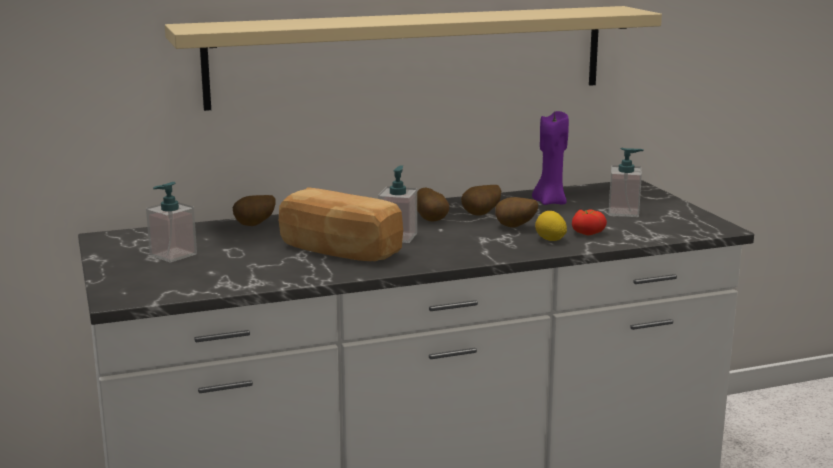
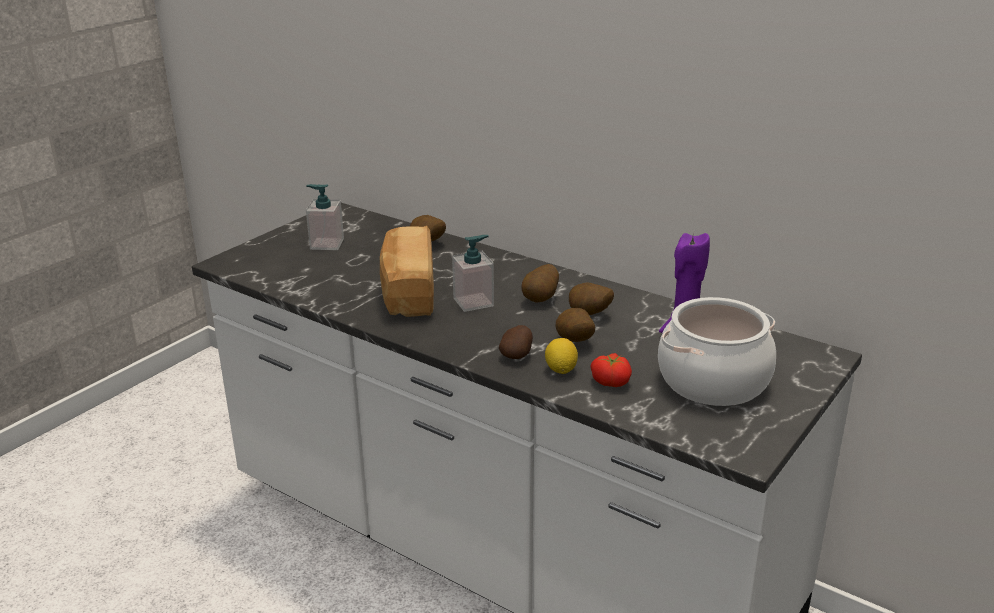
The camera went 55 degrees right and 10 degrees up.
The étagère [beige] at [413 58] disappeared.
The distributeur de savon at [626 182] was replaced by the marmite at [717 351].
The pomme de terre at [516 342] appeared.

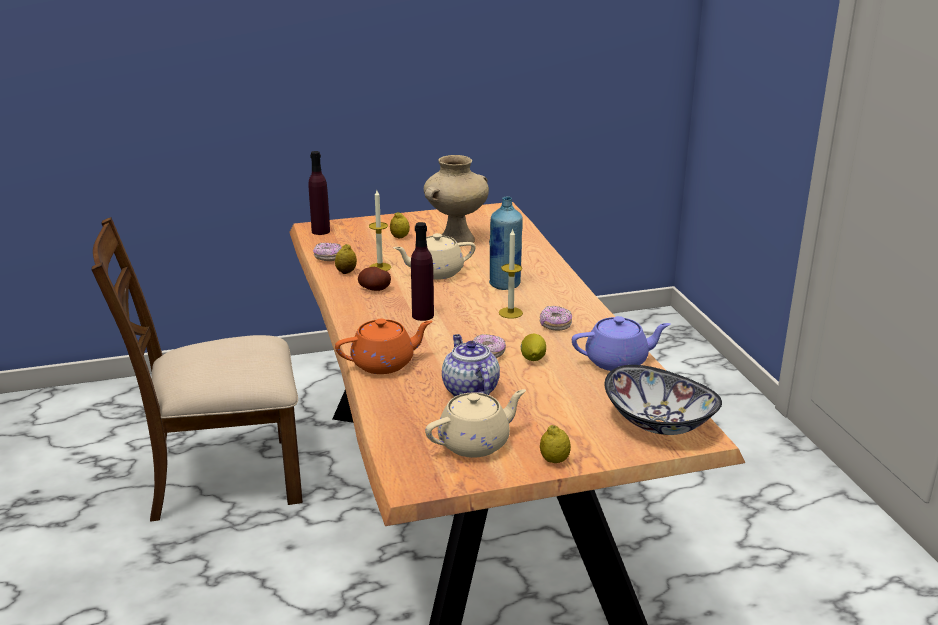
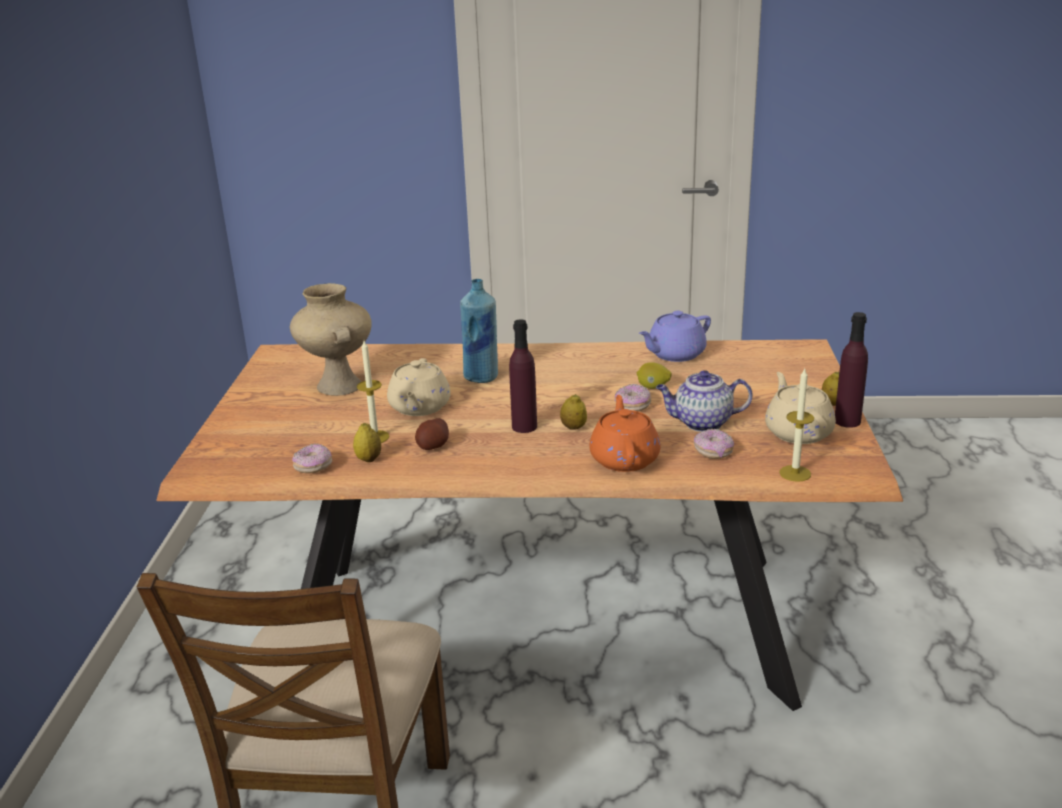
The camera went 70 degrees left and 0 degrees up.
The bouteille [violet] moved from [319 193] to [851 370].
The citron moved from [400 225] to [573 412].
The bougie moved from [511 273] to [796 425].
The beignet moved from [556 318] to [714 444].
The théière [violet] at [621 343] turned 135 degrees counterclockwise.
The bol at [663 400] disappeared.

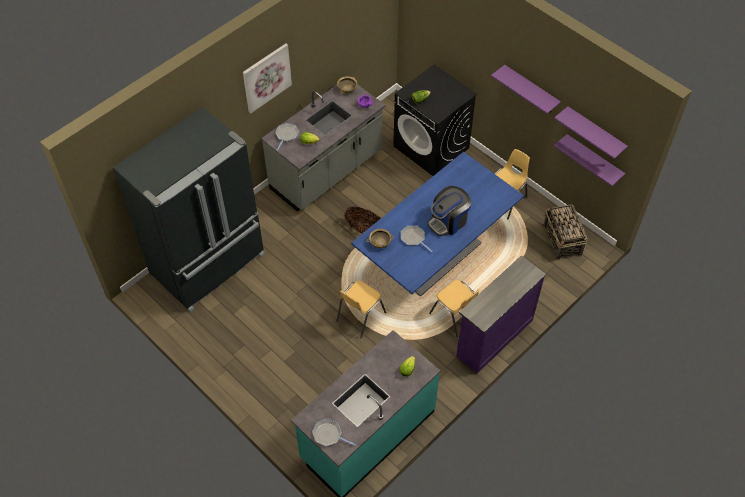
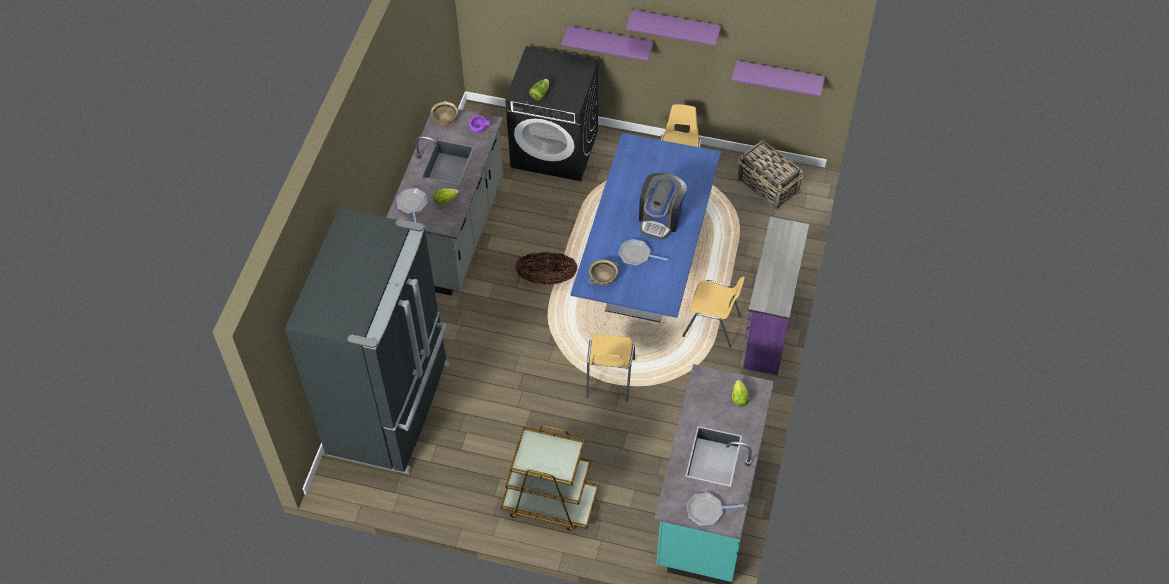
The camera went 30 degrees left and 0 degrees up.
The tableau at [267 78] disappeared.
The étagère [violet] moved from [591 132] to [607 43].
The chariot [marron] at [549 478] appeared.

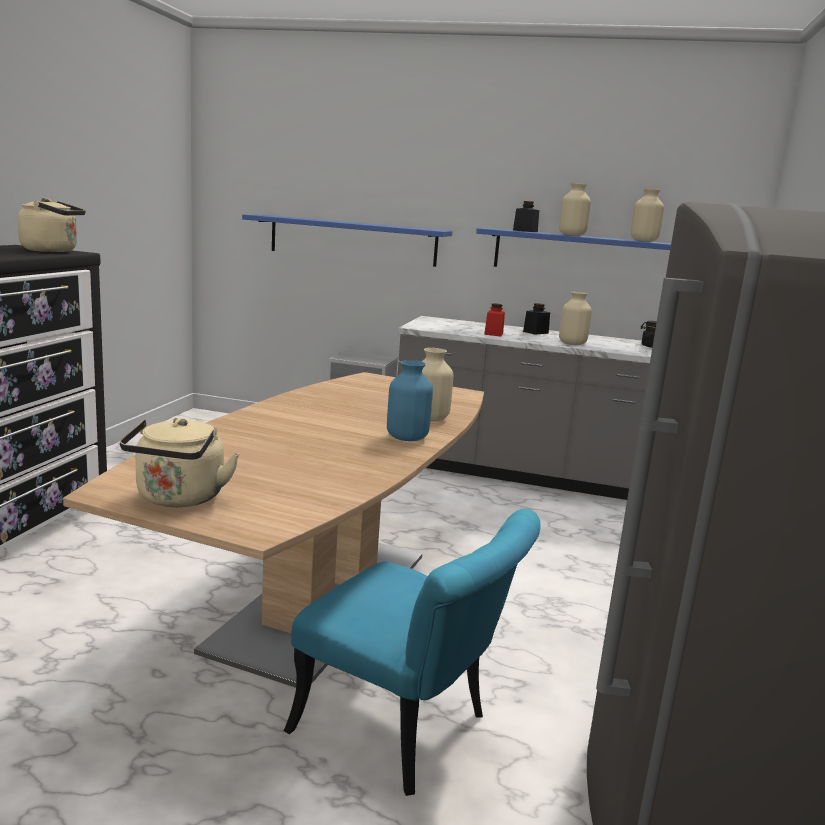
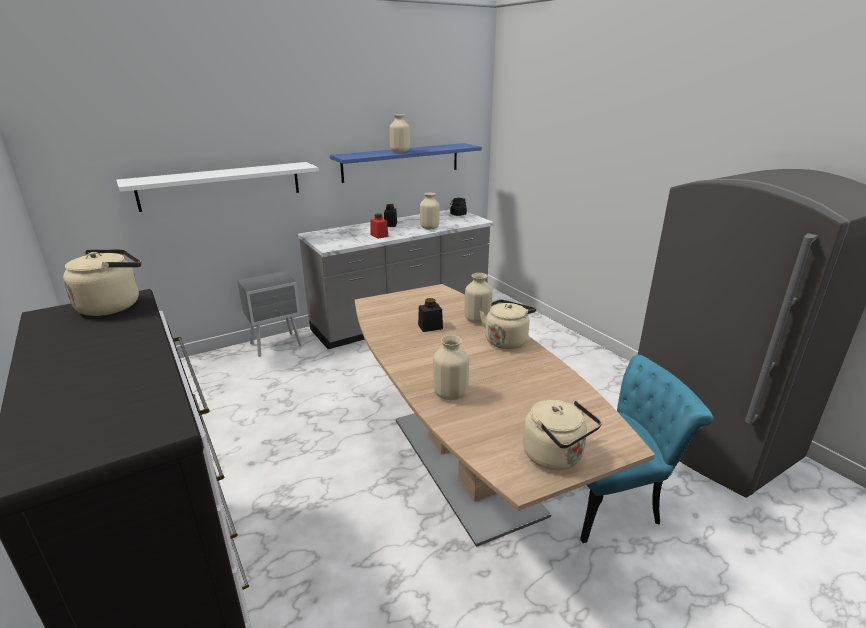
The camera went 45 degrees left and 10 degrees up.
The étagère [bleu] at [347 240] became the étagère [blanc] at [217 187].
The vase [bleu] at [410 400] was replaced by the bouilloire [beige] at [508 324].
The bocal [noir] moved from [526 216] to [430 315].
The vase [beige] moved from [647 215] to [451 367].

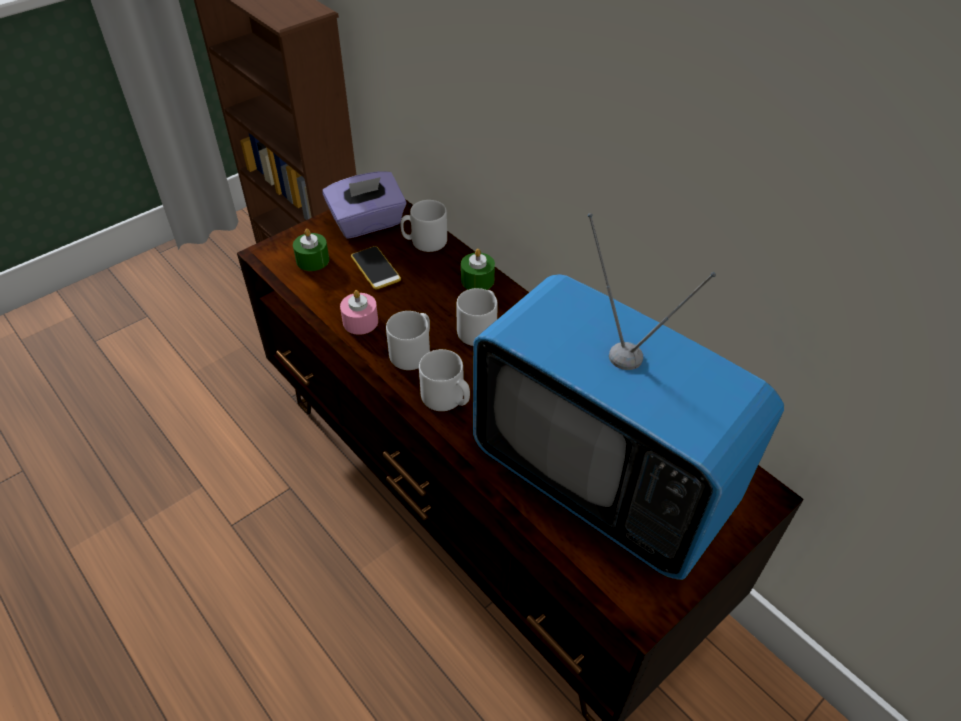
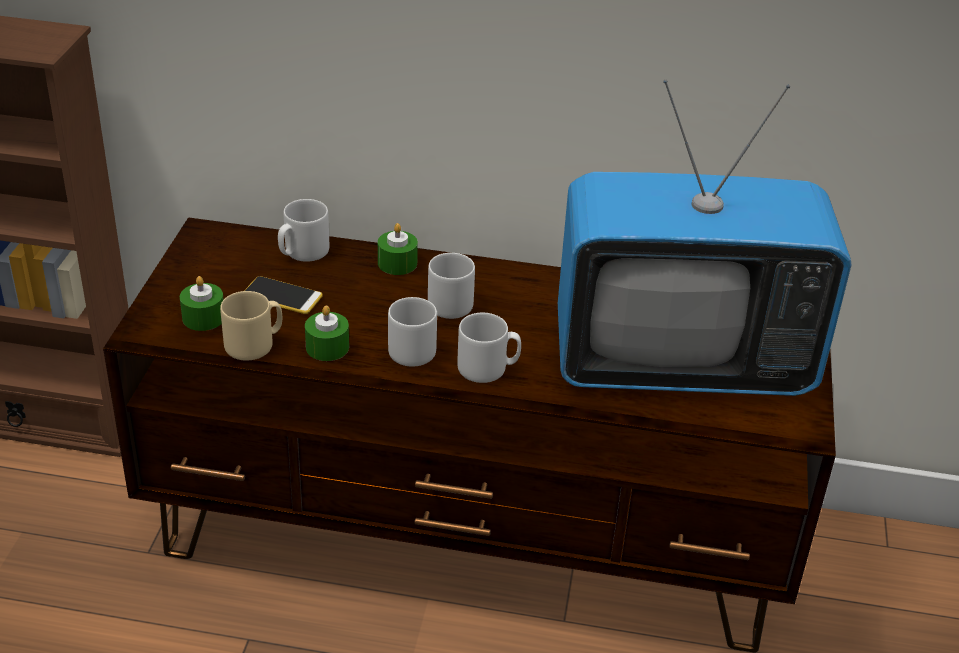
The camera went 40 degrees left and 10 degrees down.
The boîte à mouchoirs [violet] at [364 205] disappeared.
The bougie [rose] at [359 312] became the bougie [vert] at [327 333].
The mug [beige] at [251 326] appeared.

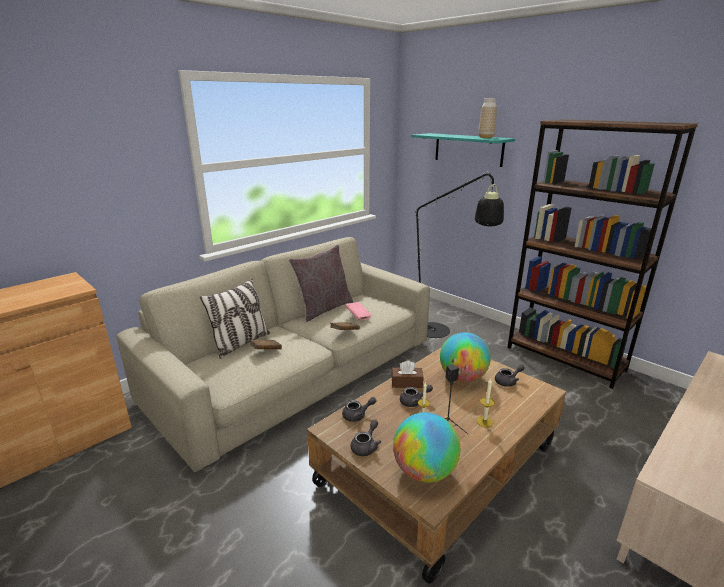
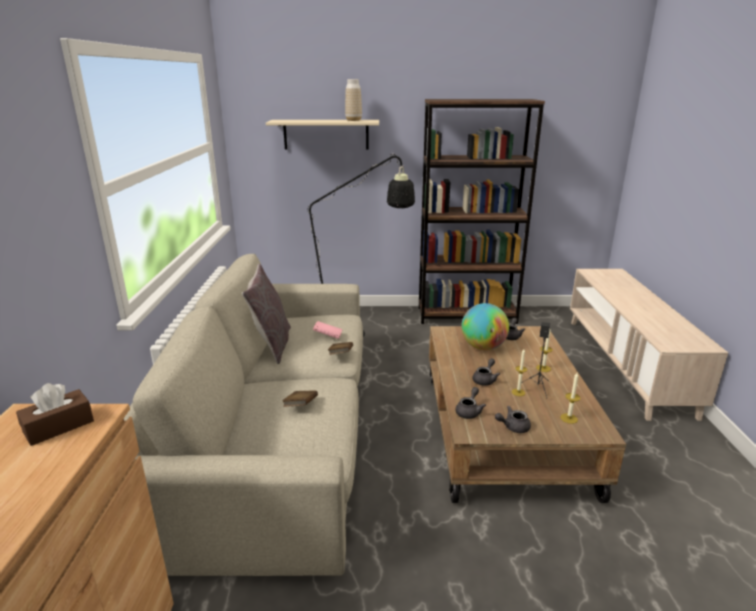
The camera went 45 degrees left and 0 degrees up.
The coussin at [235 319] disappeared.
The théière [gris] at [366 438] turned 90 degrees counterclockwise.
The boîte à mouchoirs [marron] moved from [407 374] to [55 414].
The globe at [426 447] was replaced by the bougie at [570 398].
The étagère [turquoise] at [463 150] became the étagère [beige] at [322 135].

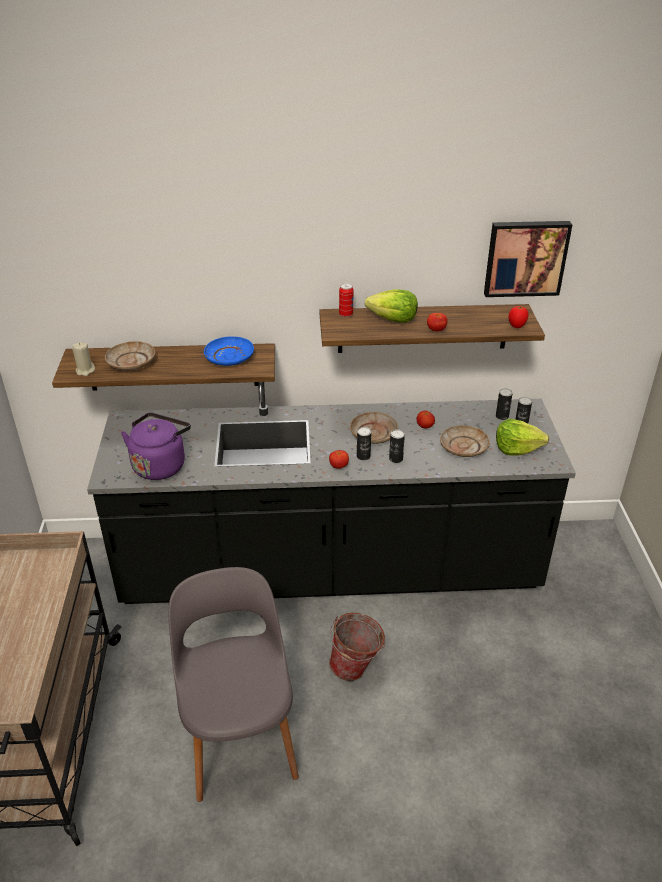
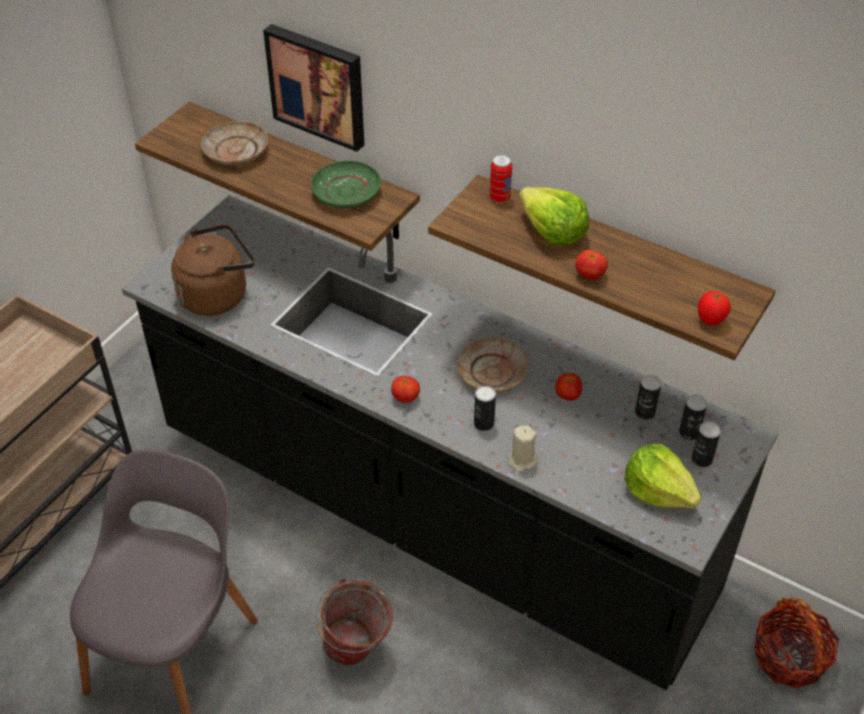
The camera went 35 degrees right and 10 degrees up.
The bougie [beige] moved from [83 359] to [523 449].
The bouilloire [violet] at [156 446] became the bouilloire [marron] at [213 270].
The assiette [bleu] at [229 351] became the assiette [vert] at [346 184].
The boîte métallique moved from [364 443] to [648 397].
The assiette [beige] at [465 441] disappeared.
The tableau moved from [528 259] to [313 88].
The panier at [797 643] appeared.

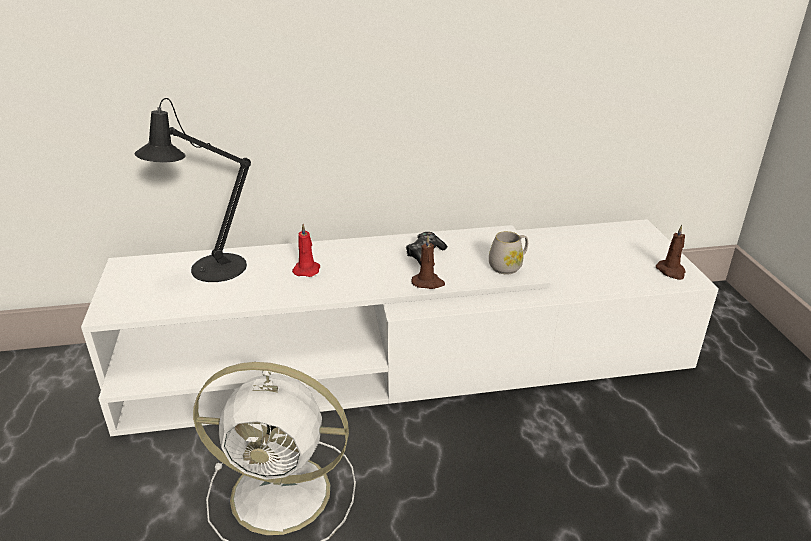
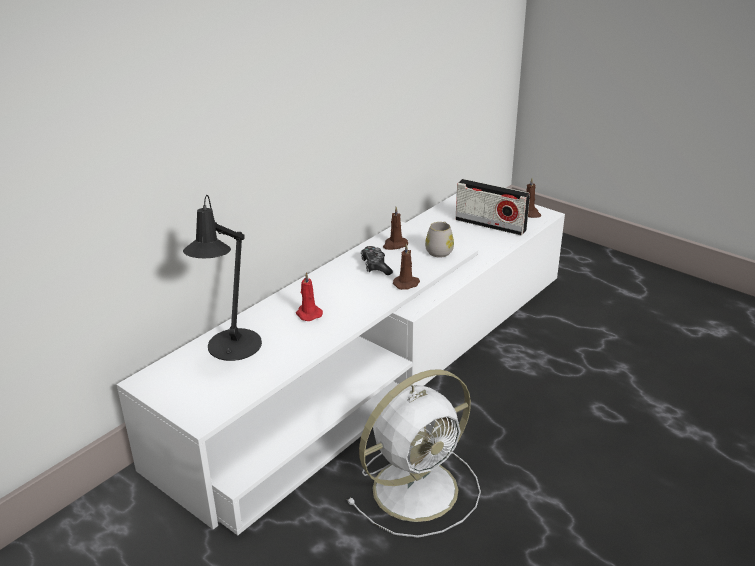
The camera went 40 degrees left and 0 degrees up.
The bougie [marron] at [395 228] appeared.
The radio at [493 207] appeared.

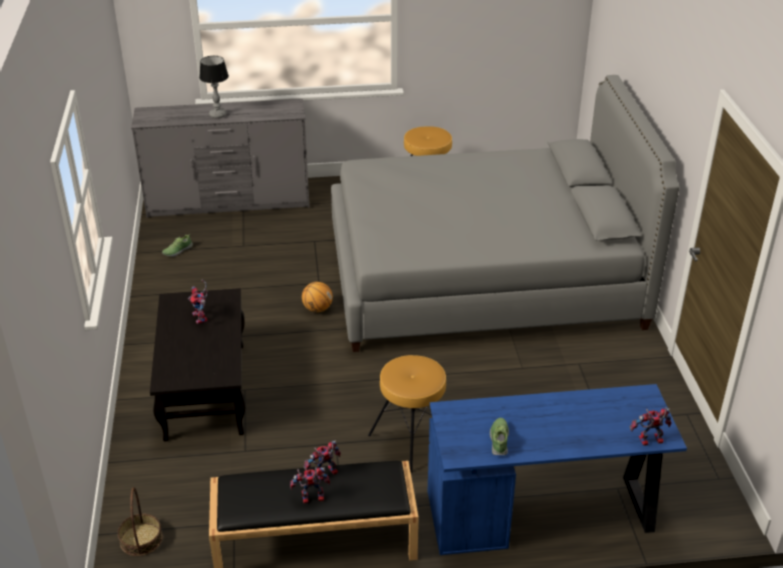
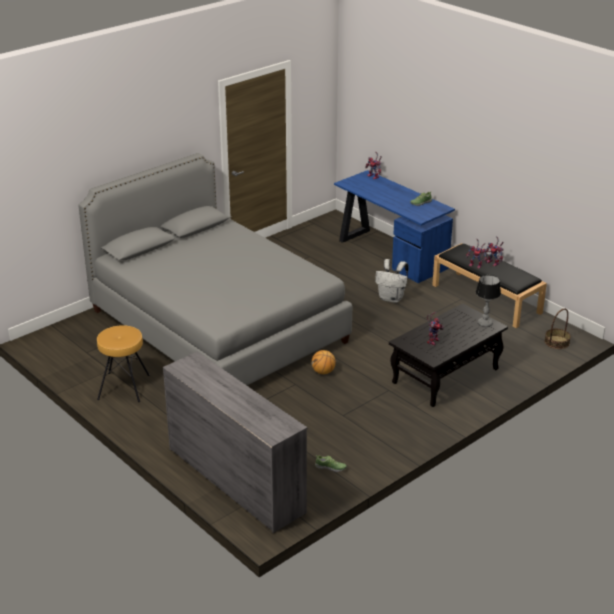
The camera went 125 degrees left and 5 degrees down.
The lampe de table moved from [214 87] to [488 301].
The tabouret [marron] at [407 414] was replaced by the sac à dos [blanc] at [392 281].

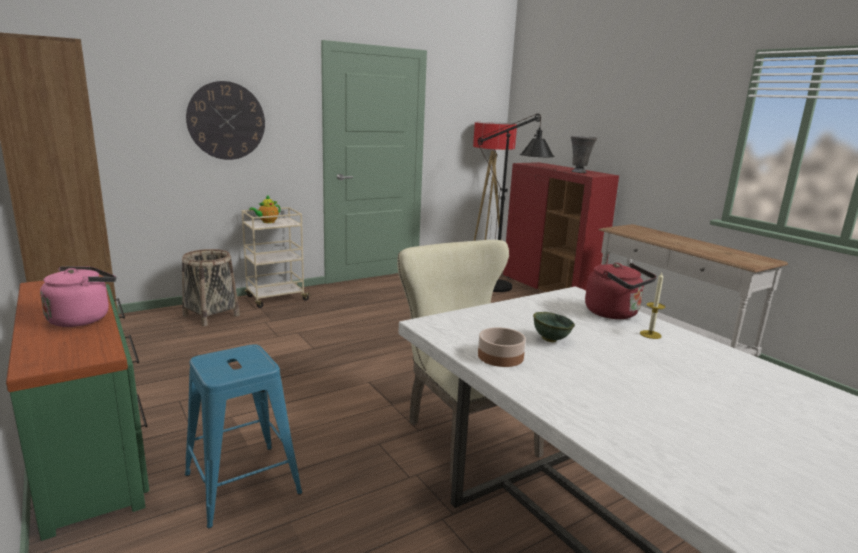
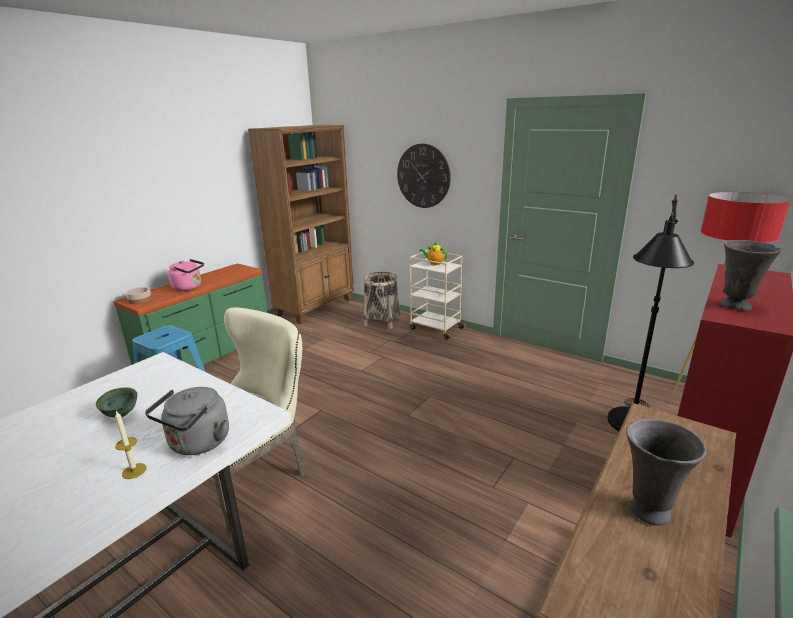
The camera went 70 degrees right and 5 degrees up.
The bol moved from [502 347] to [139 295].
The bouilloire [rouge] at [621 291] became the bouilloire [gris] at [187 421].
The vase [gris] at [666 472] appeared.

